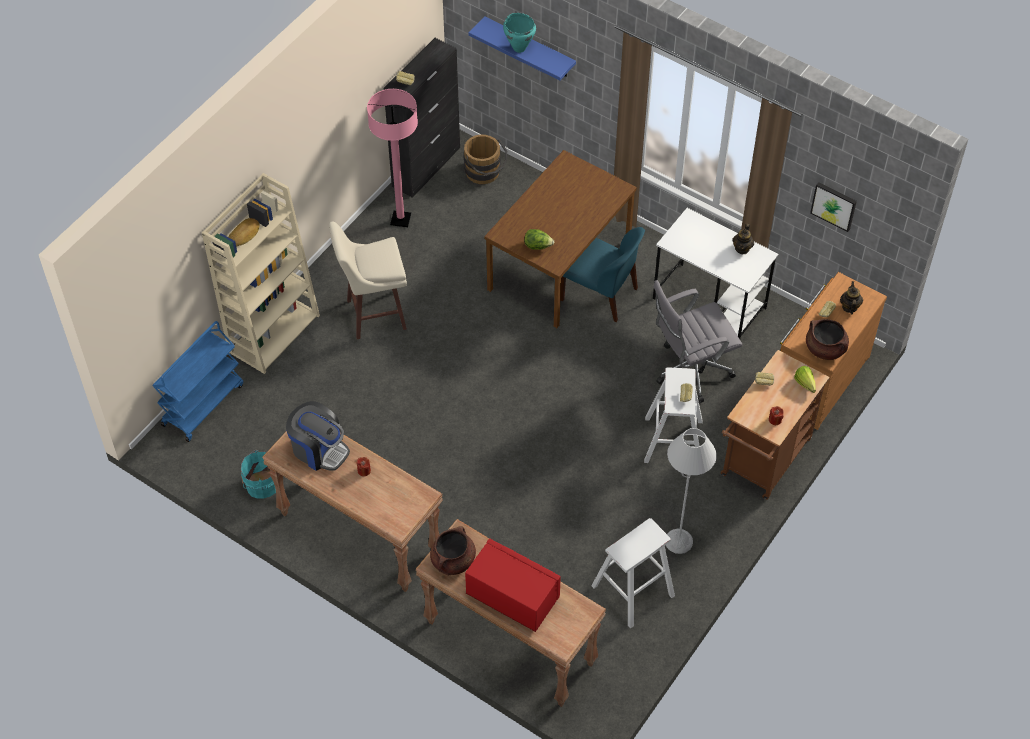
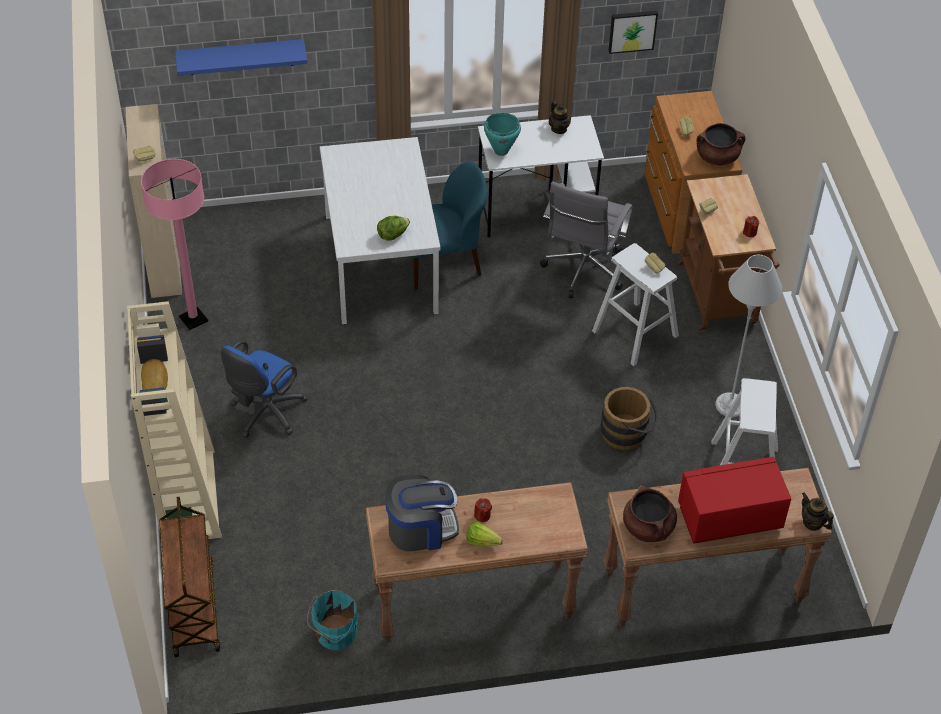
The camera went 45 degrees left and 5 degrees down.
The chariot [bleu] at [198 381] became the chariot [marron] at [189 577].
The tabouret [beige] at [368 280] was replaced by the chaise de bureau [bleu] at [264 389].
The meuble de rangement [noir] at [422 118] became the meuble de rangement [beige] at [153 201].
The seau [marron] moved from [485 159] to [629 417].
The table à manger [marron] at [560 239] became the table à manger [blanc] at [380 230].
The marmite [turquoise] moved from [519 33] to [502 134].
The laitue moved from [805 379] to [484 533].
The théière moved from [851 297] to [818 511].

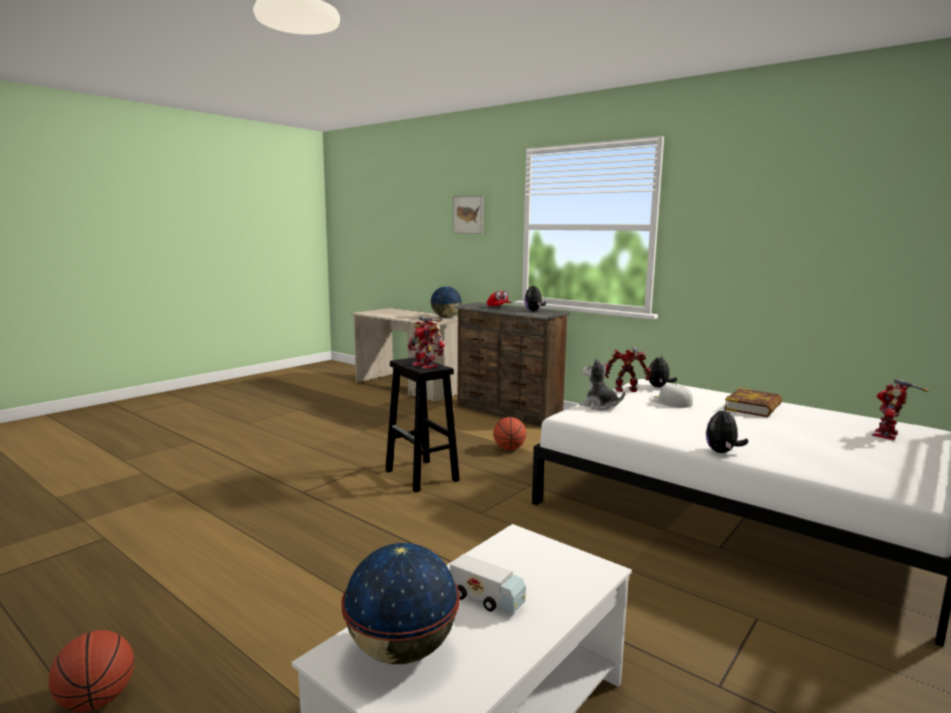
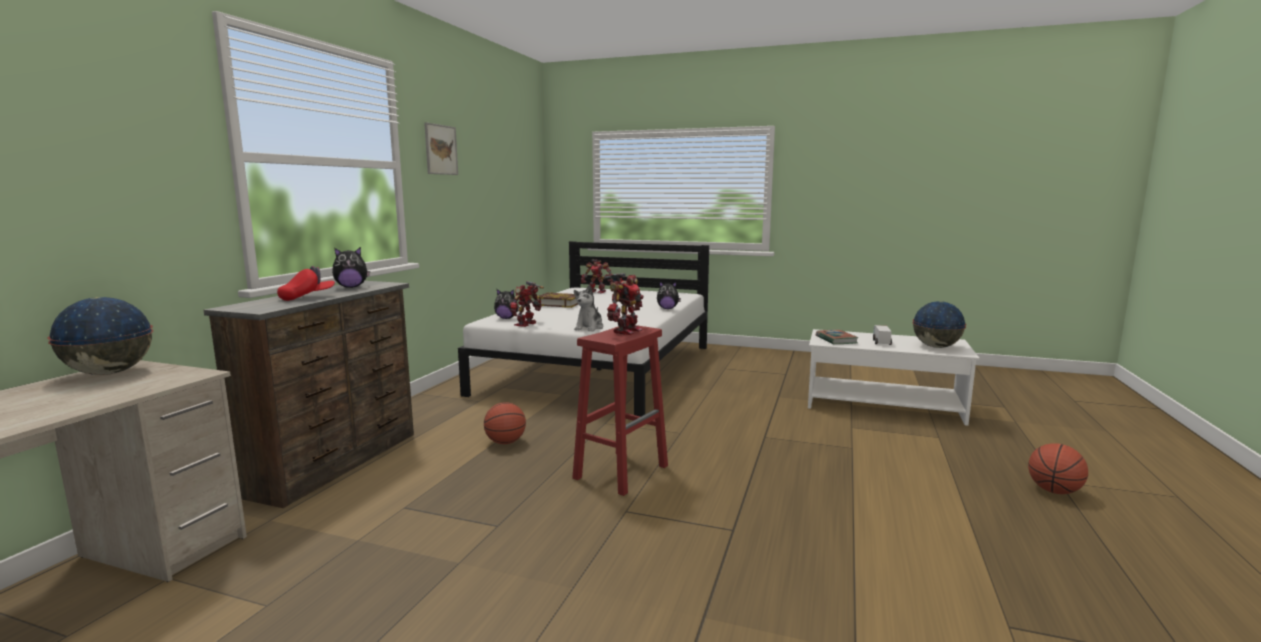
The camera went 110 degrees left and 0 degrees up.
The tabouret [noir] at [422 425] became the tabouret [rouge] at [620 410].
The tableau moved from [468 214] to [441 149].
The robot jouet at [628 369] turned 45 degrees clockwise.
The casquette [blanc] at [671 396] disappeared.
The livre at [837 337] appeared.

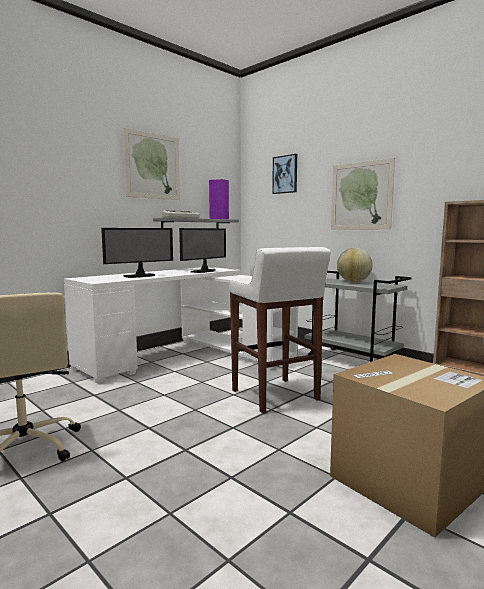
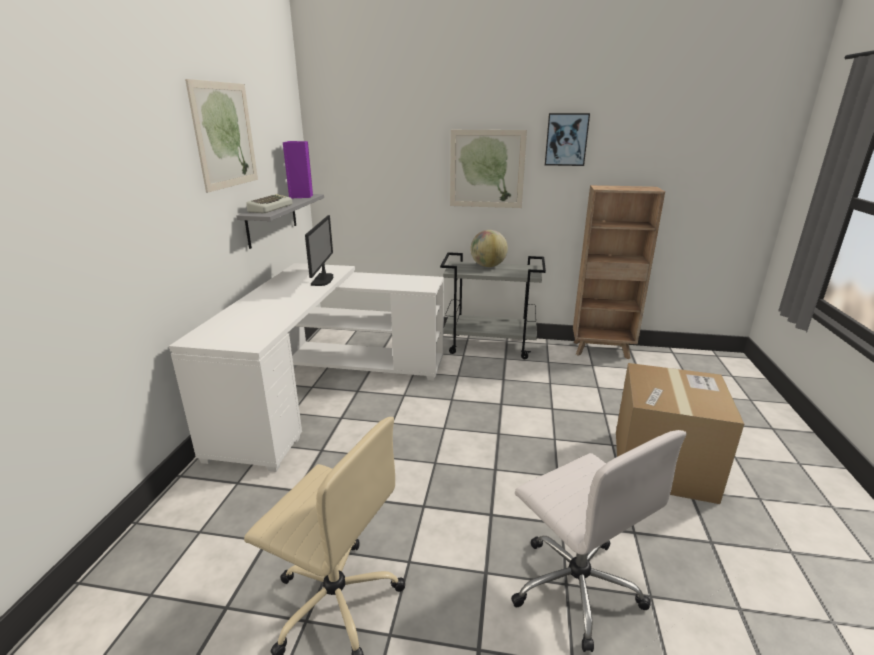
The camera went 35 degrees left and 15 degrees up.
The écran d'ordinateur at [137 253] disappeared.
The tabouret [blanc] at [280 330] disappeared.
The tableau moved from [284 174] to [567 139].
The chaise de bureau [blanc] at [599 541] appeared.

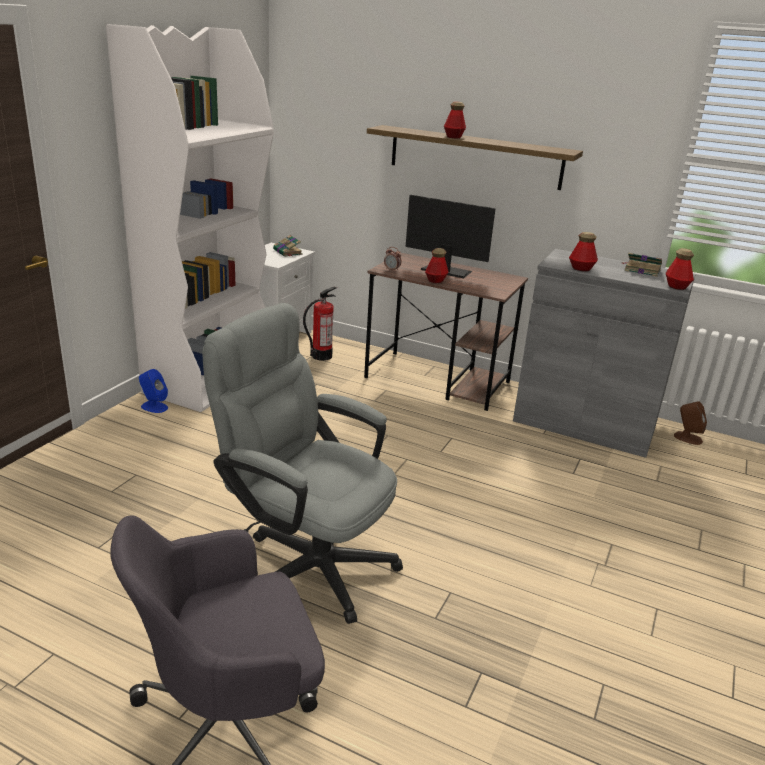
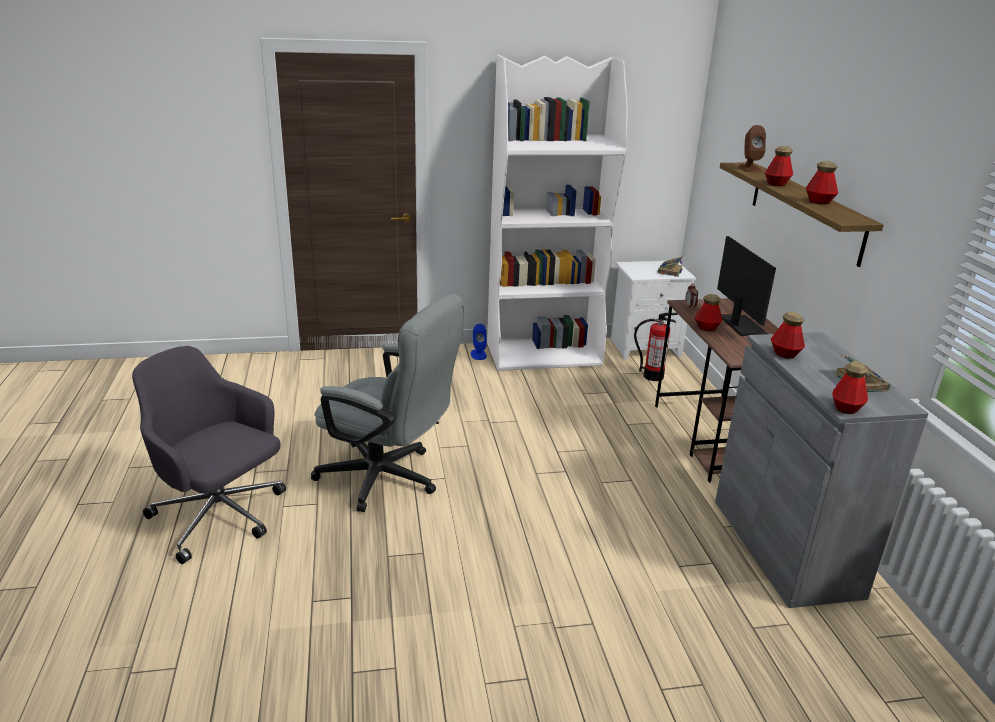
The camera went 55 degrees right and 0 degrees up.
The chaise de bureau [gris] at [302 463] turned 120 degrees clockwise.
The enceinte [marron] moved from [690 423] to [752 148].
The bouteille at [822 182] appeared.

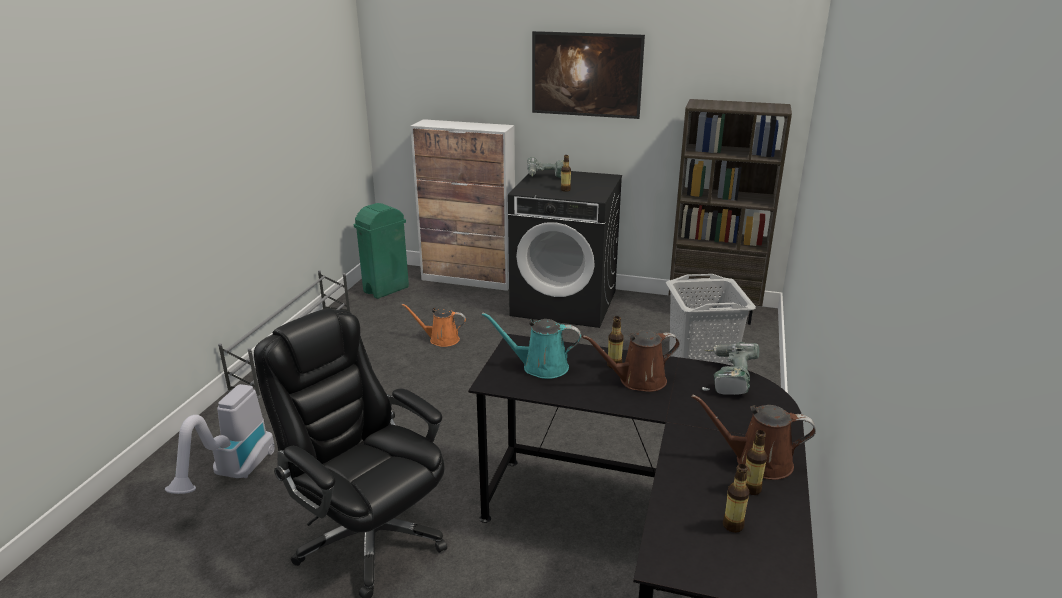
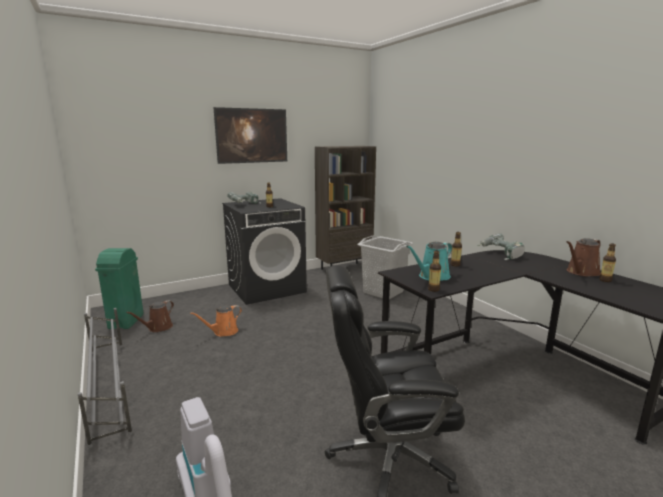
The camera went 45 degrees left and 10 degrees down.
The meuble de rangement at [462 205] disappeared.
The arrosoir [marron] moved from [631 361] to [150 316].
The bouteille moved from [736 498] to [434 271].

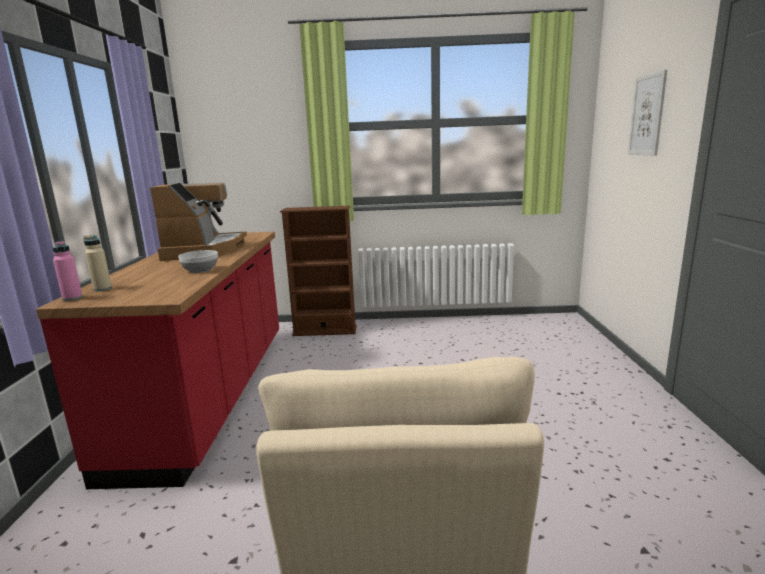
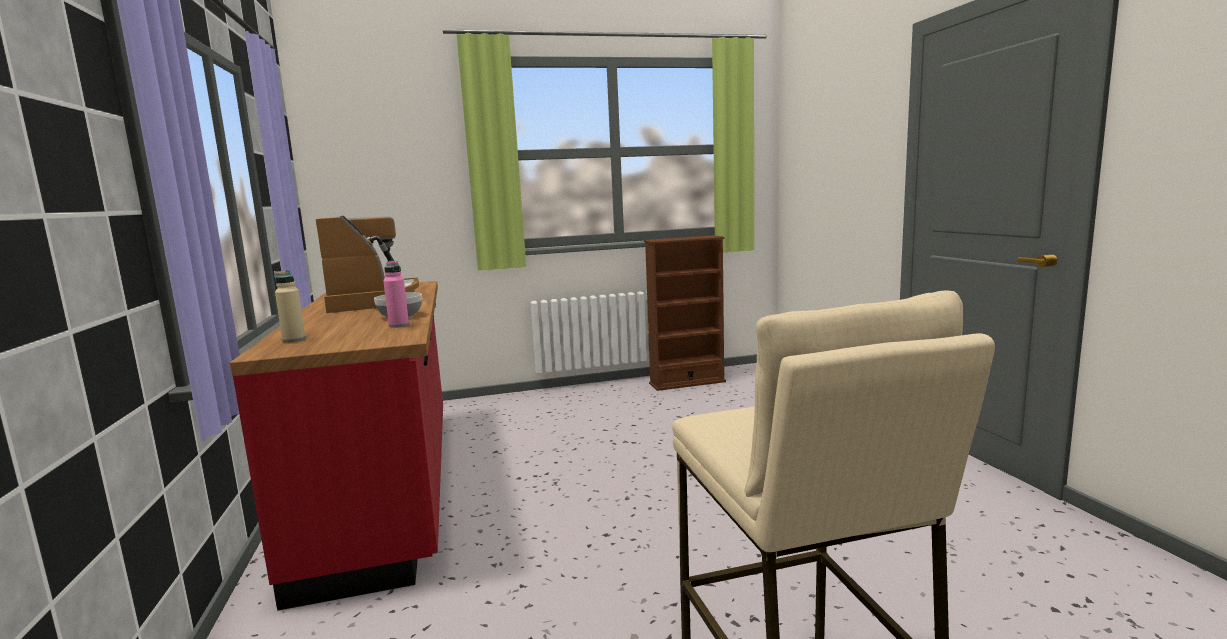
The camera went 15 degrees left and 5 degrees down.
The bouteille [rose] moved from [67 271] to [396 294].
The bibliothèque [marron] moved from [318 271] to [685 313].
The tableau at [647 113] disappeared.

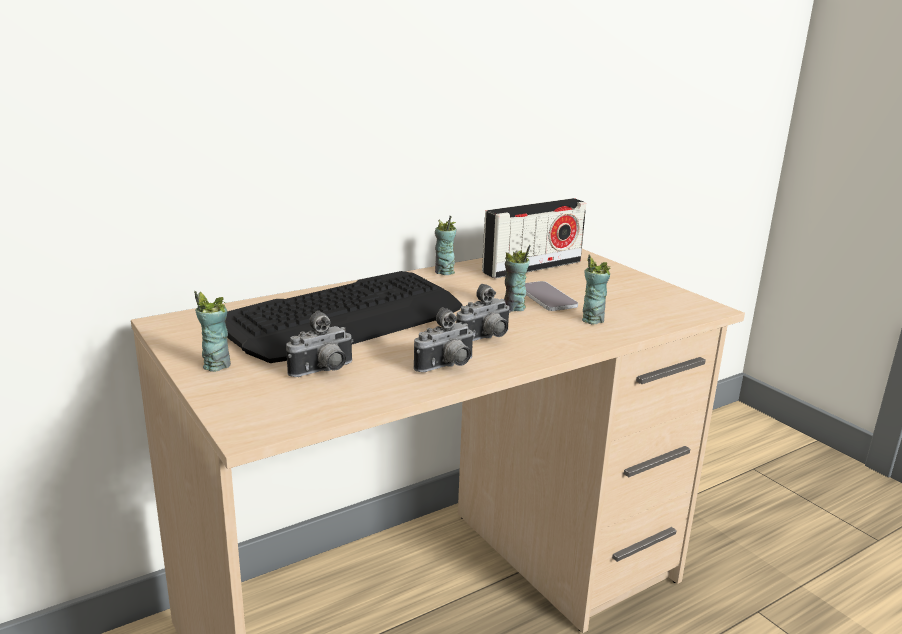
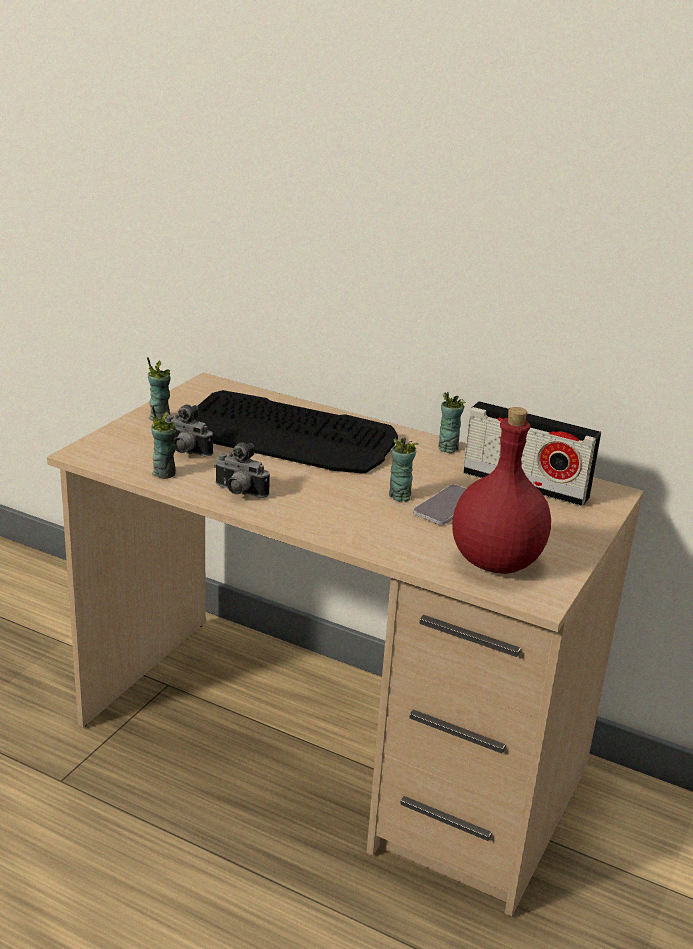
The camera went 60 degrees right and 5 degrees up.
The appareil photo at [483 312] disappeared.
The tasse moved from [596 289] to [163 442].
The bouteille [rouge] at [502 490] appeared.

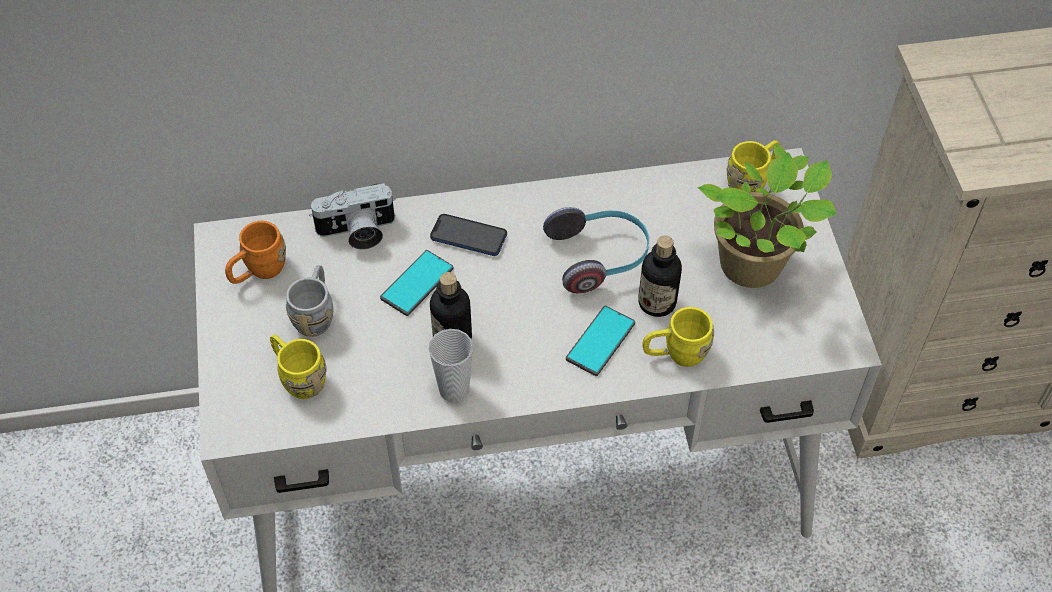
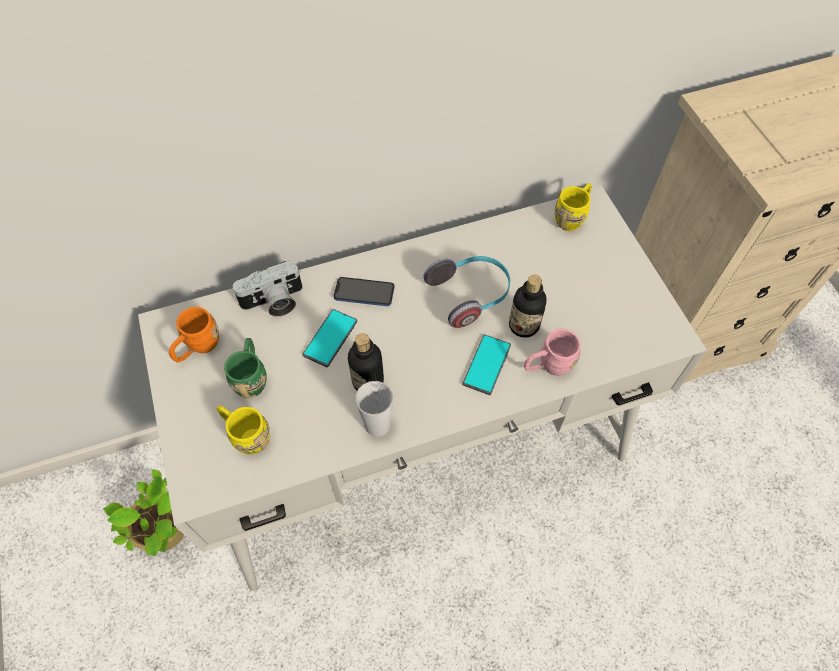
The camera went 10 degrees left and 5 degrees up.
The mug [gris] at [310 301] became the mug [vert] at [245 368].
The mug [jaune] at [678 337] became the mug [rose] at [552 352].
The plante en pot moved from [767 216] to [143 513].

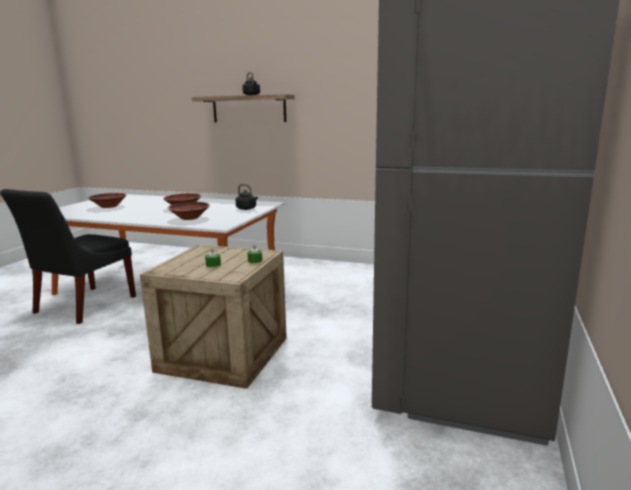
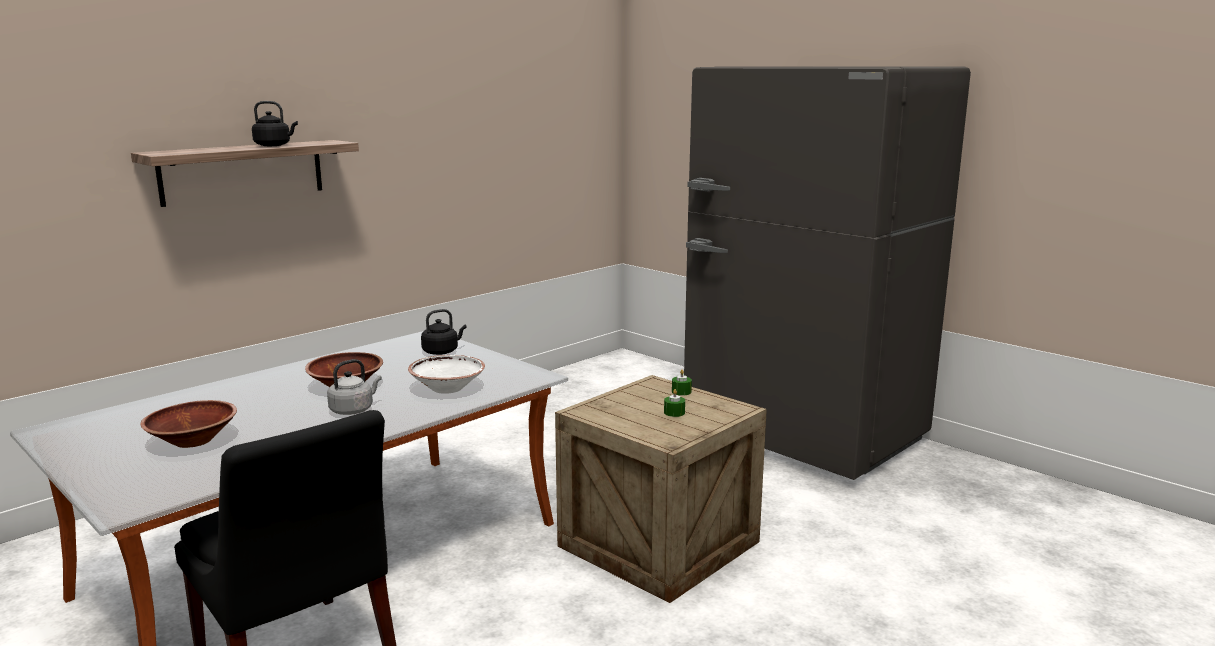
The camera went 65 degrees left and 0 degrees up.
The bol [marron] at [188 211] became the bol [blanc] at [446 374].
The bouilloire [gris] at [354 387] appeared.

